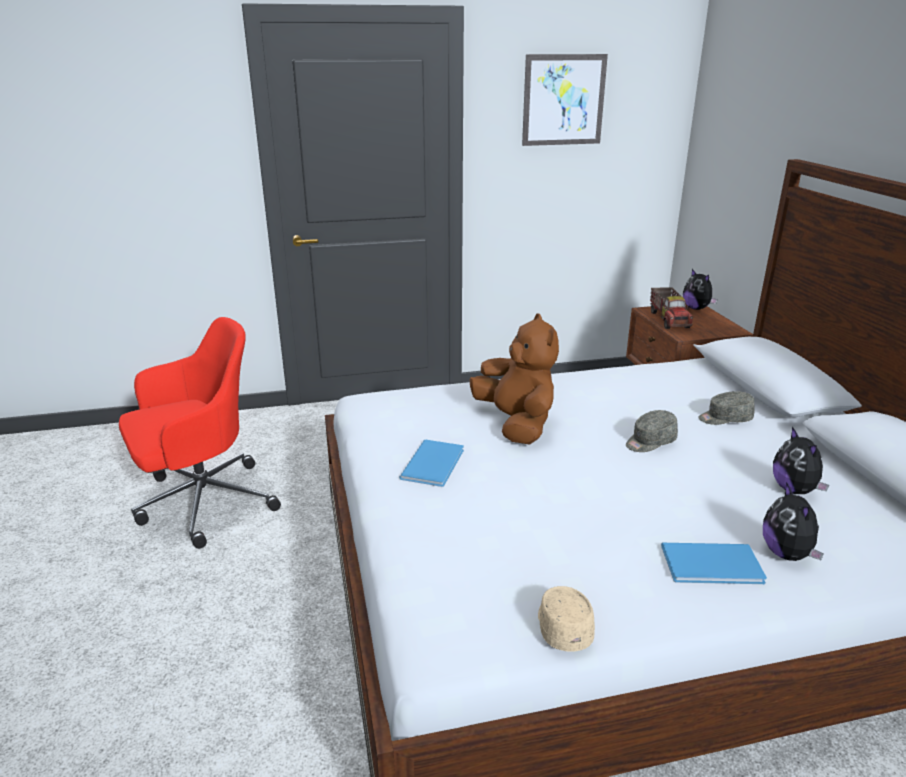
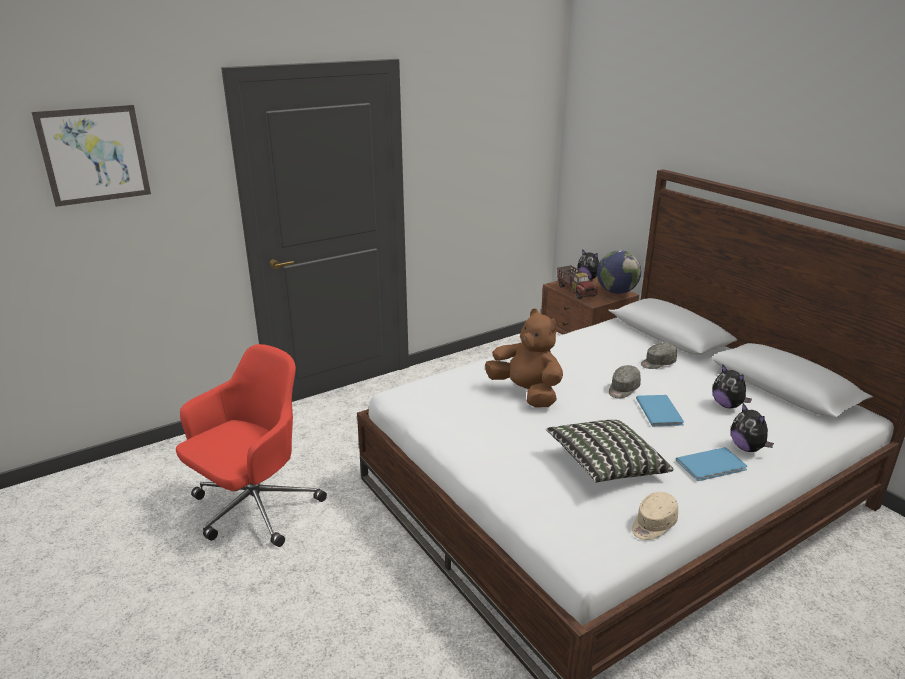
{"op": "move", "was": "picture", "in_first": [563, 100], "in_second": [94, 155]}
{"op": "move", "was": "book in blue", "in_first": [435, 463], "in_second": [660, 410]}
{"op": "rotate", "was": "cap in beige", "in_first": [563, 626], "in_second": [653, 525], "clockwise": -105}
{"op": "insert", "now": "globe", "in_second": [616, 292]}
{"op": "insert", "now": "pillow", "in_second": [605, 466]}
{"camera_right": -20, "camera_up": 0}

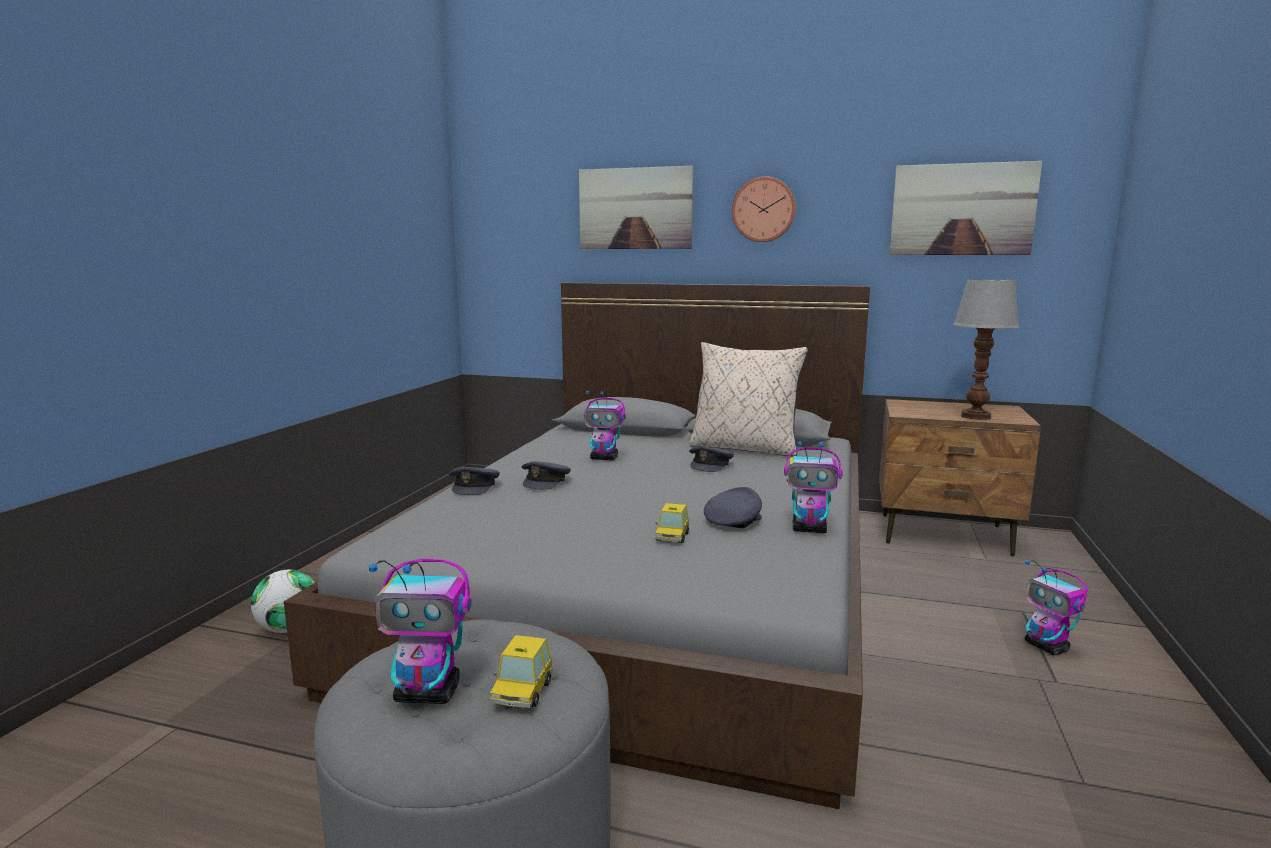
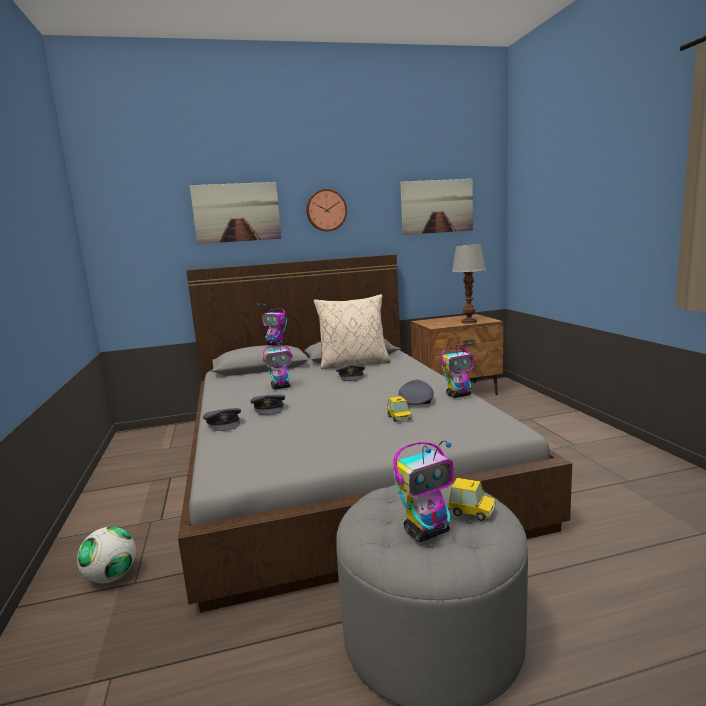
{"op": "move", "was": "toy robot", "in_first": [1047, 647], "in_second": [276, 345]}
{"op": "rotate", "was": "toy car", "in_first": [522, 692], "in_second": [472, 511], "clockwise": -45}
{"camera_right": -30, "camera_up": 0}

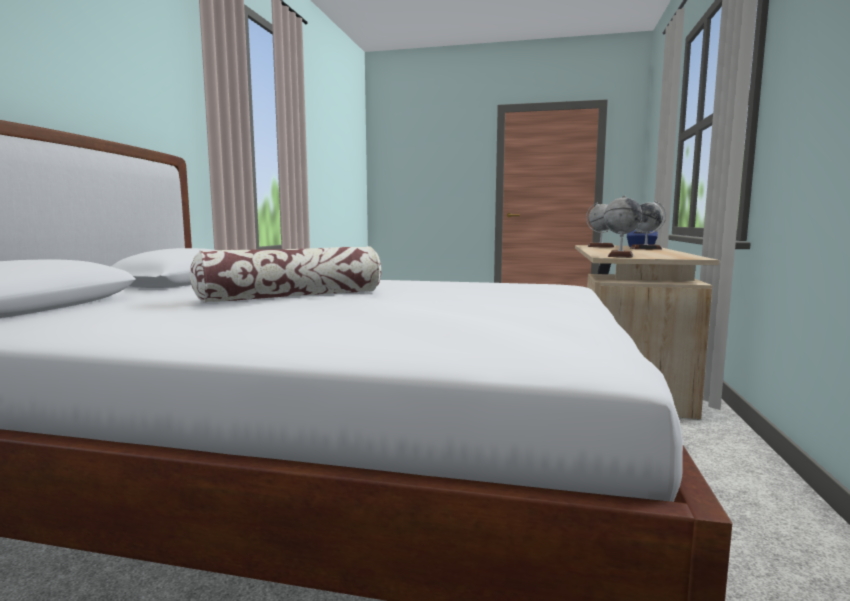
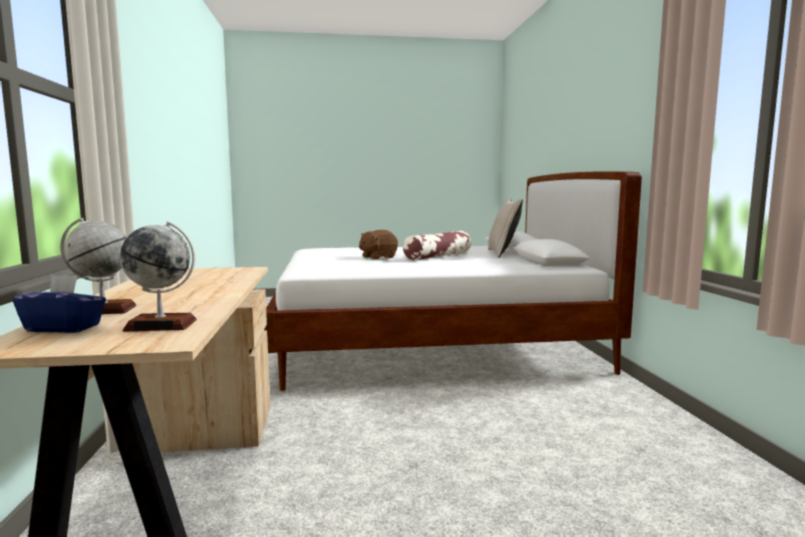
{"op": "delete", "was": "globe", "in_first": [620, 256]}
{"op": "insert", "now": "pillow in beige", "in_second": [503, 254]}
{"op": "insert", "now": "plush toy in brown", "in_second": [378, 257]}
{"camera_right": 160, "camera_up": 0}

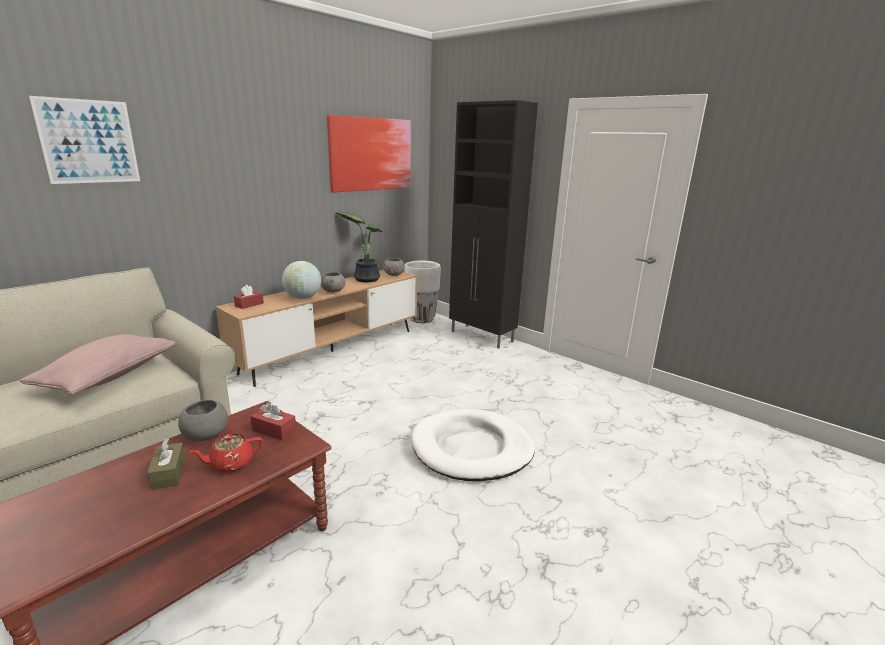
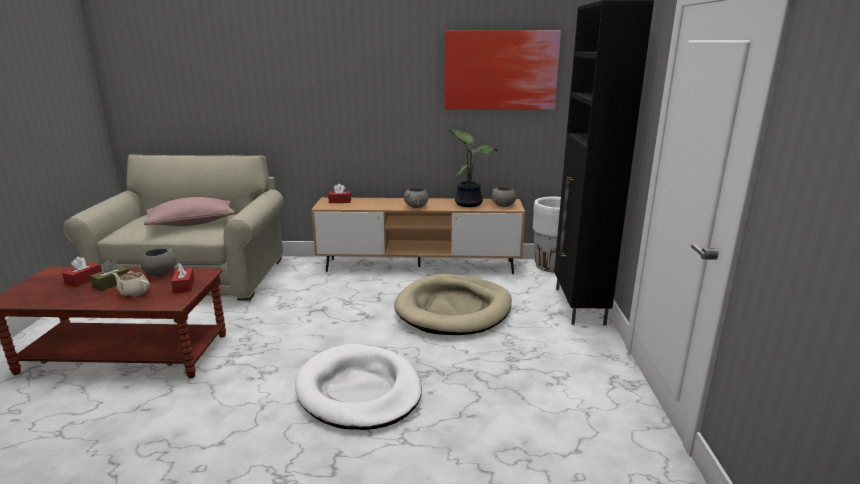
{"op": "delete", "was": "picture", "in_first": [89, 142]}
{"op": "delete", "was": "globe", "in_first": [303, 298]}
{"op": "recolor", "was": "teapot in red", "now": "teapot in beige", "in_first": [231, 463], "in_second": [134, 292]}
{"op": "insert", "now": "tissue box in red", "in_second": [84, 280]}
{"op": "insert", "now": "dog bed in beige", "in_second": [454, 309]}
{"camera_right": 50, "camera_up": 0}

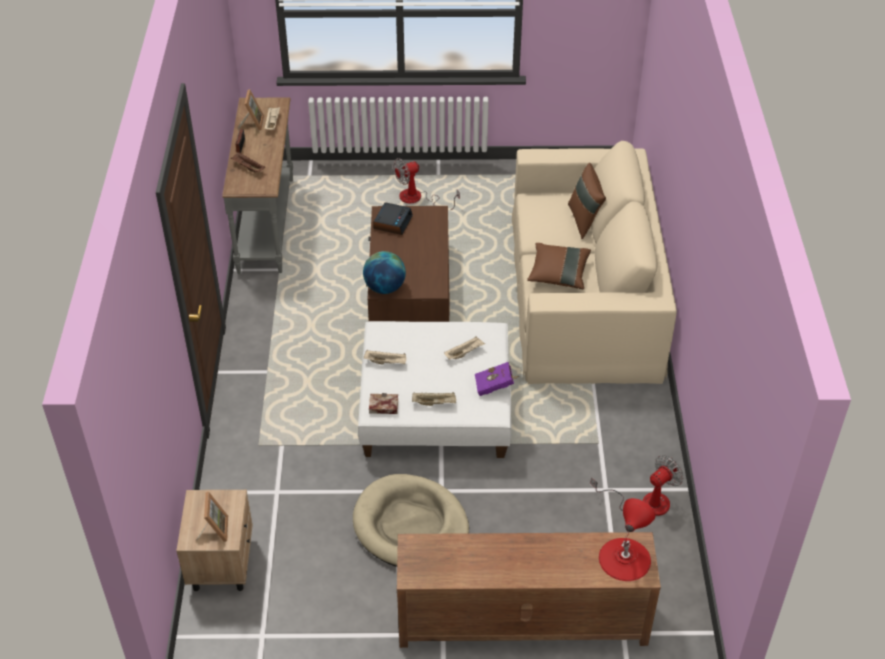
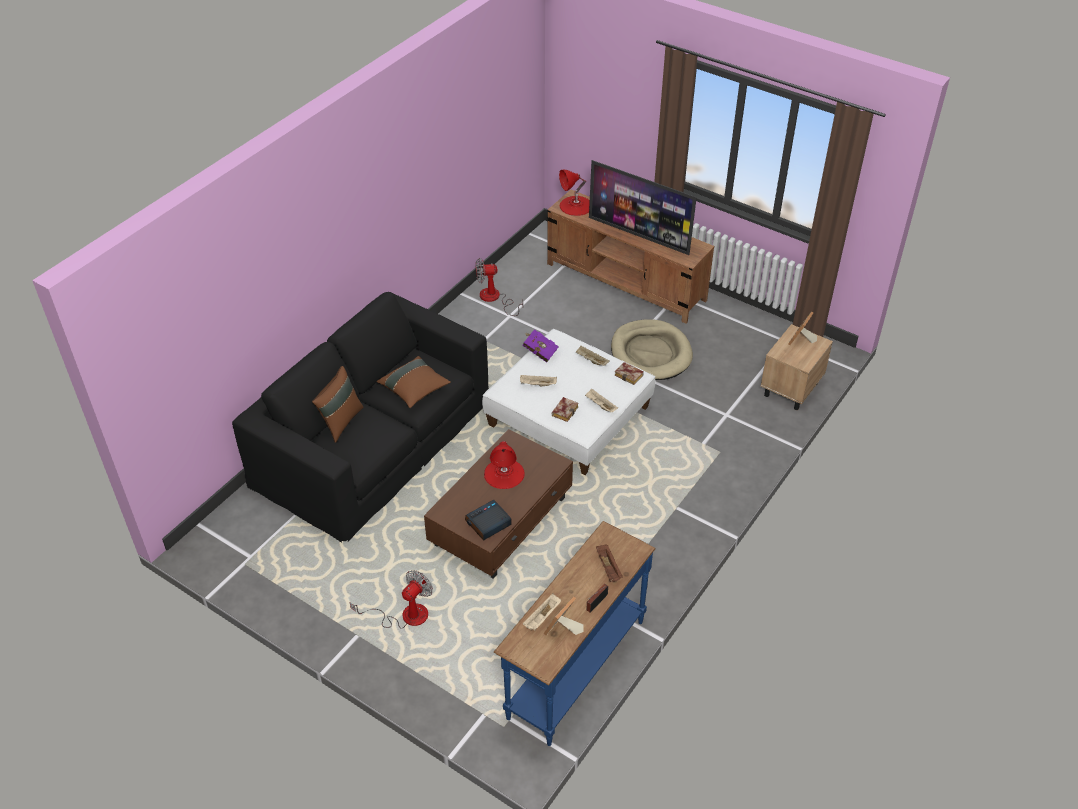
{"op": "recolor", "was": "console table in grey", "now": "console table in blue", "in_first": [267, 225], "in_second": [574, 668]}
{"op": "recolor", "was": "sofa in beige", "now": "sofa in black", "in_first": [584, 295], "in_second": [372, 440]}
{"op": "rotate", "was": "fan", "in_first": [418, 199], "in_second": [405, 615], "clockwise": -60}
{"op": "delete", "was": "globe", "in_first": [384, 288]}
{"op": "insert", "now": "television", "in_second": [639, 235]}
{"op": "insert", "now": "book", "in_second": [564, 410]}
{"op": "insert", "now": "table lamp in red", "in_second": [504, 473]}
{"camera_right": -145, "camera_up": 0}

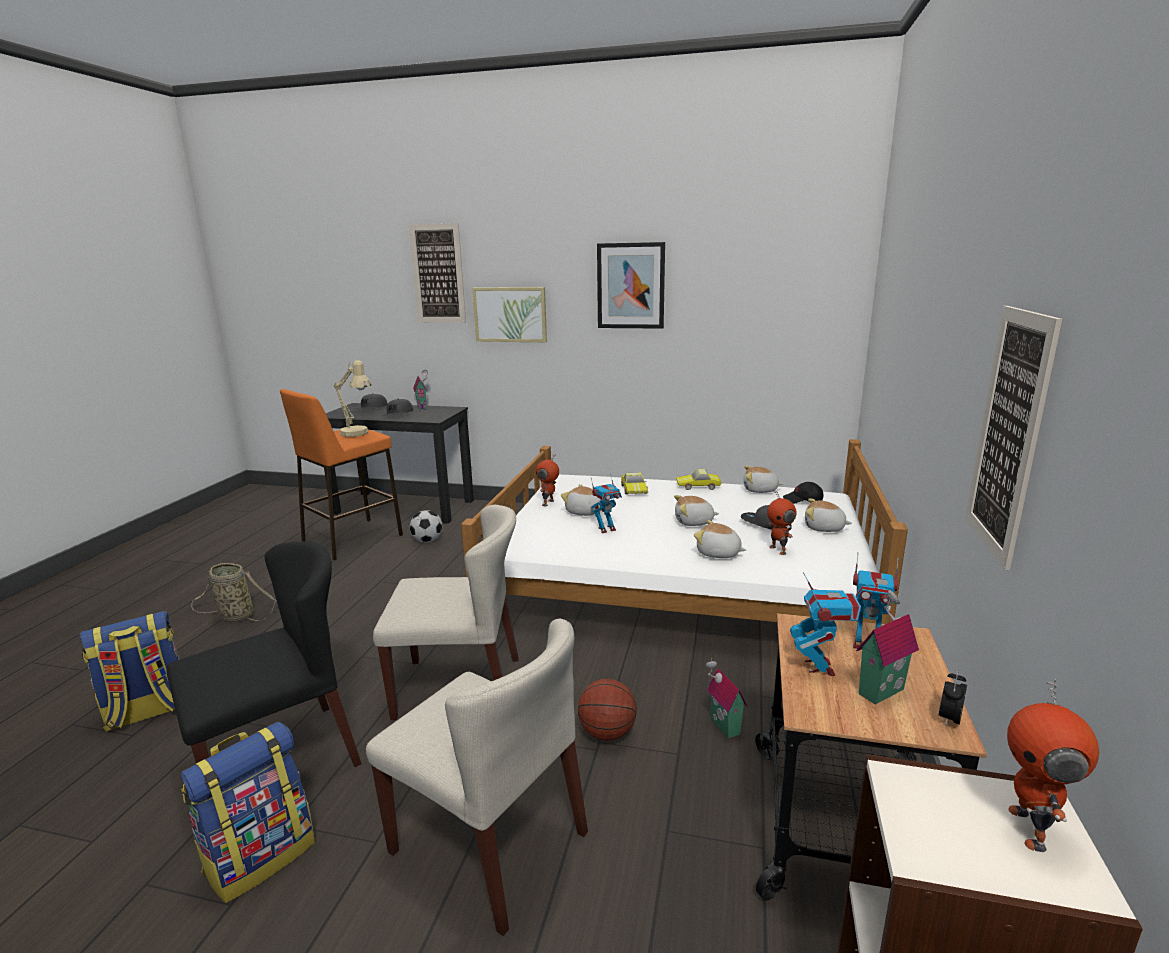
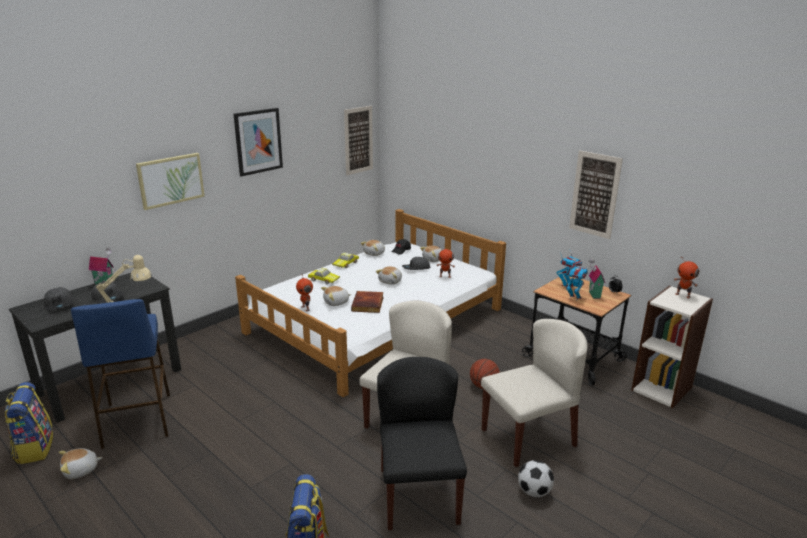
{"op": "move", "was": "picture", "in_first": [438, 274], "in_second": [358, 140]}
{"op": "recolor", "was": "stool in orange", "now": "stool in blue", "in_first": [352, 539], "in_second": [137, 420]}
{"op": "replace", "was": "toy robot", "now": "book", "in_first": [606, 529], "in_second": [368, 304]}
{"op": "move", "was": "football", "in_first": [427, 540], "in_second": [534, 492]}
{"op": "move", "was": "plush toy", "in_first": [718, 553], "in_second": [81, 470]}
{"op": "delete", "was": "basket", "in_first": [235, 616]}
{"op": "delete", "was": "toy house", "in_first": [723, 727]}
{"op": "move", "was": "backpack", "in_first": [261, 856], "in_second": [34, 448]}
{"camera_right": -60, "camera_up": 5}

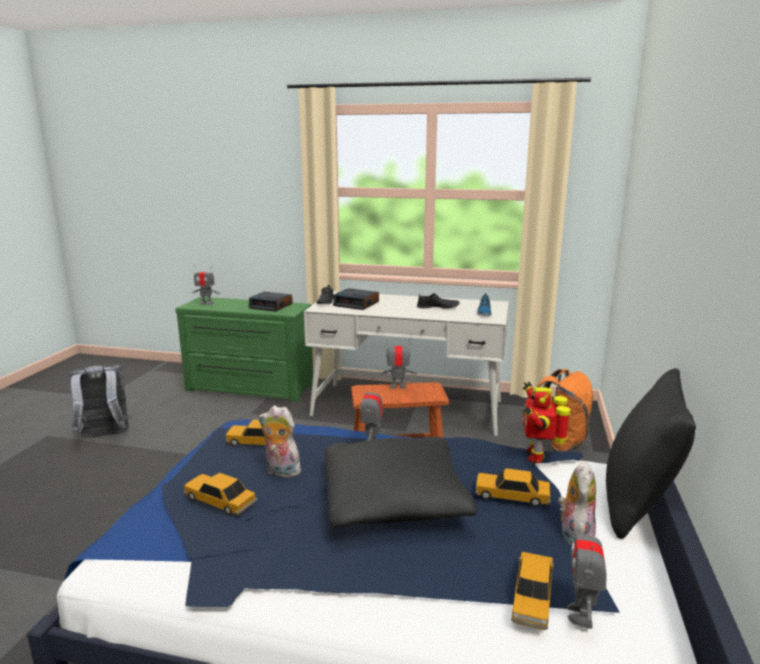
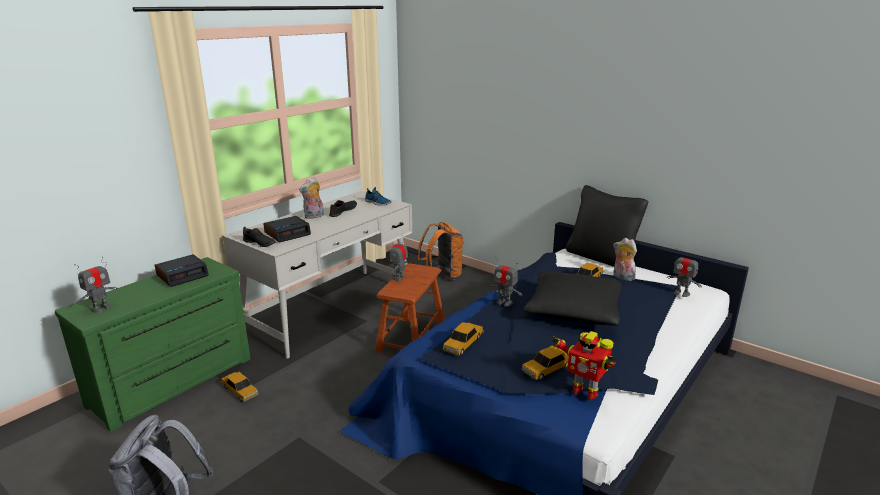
{"op": "move", "was": "toy robot", "in_first": [537, 455], "in_second": [584, 391]}
{"op": "move", "was": "plush toy", "in_first": [280, 471], "in_second": [314, 216]}
{"op": "move", "was": "toy car", "in_first": [532, 597], "in_second": [240, 391]}
{"camera_right": -65, "camera_up": 5}

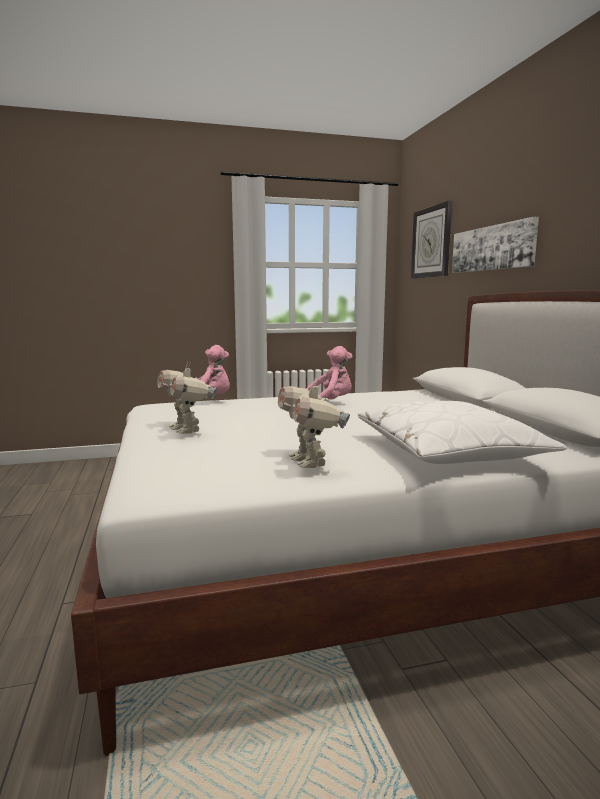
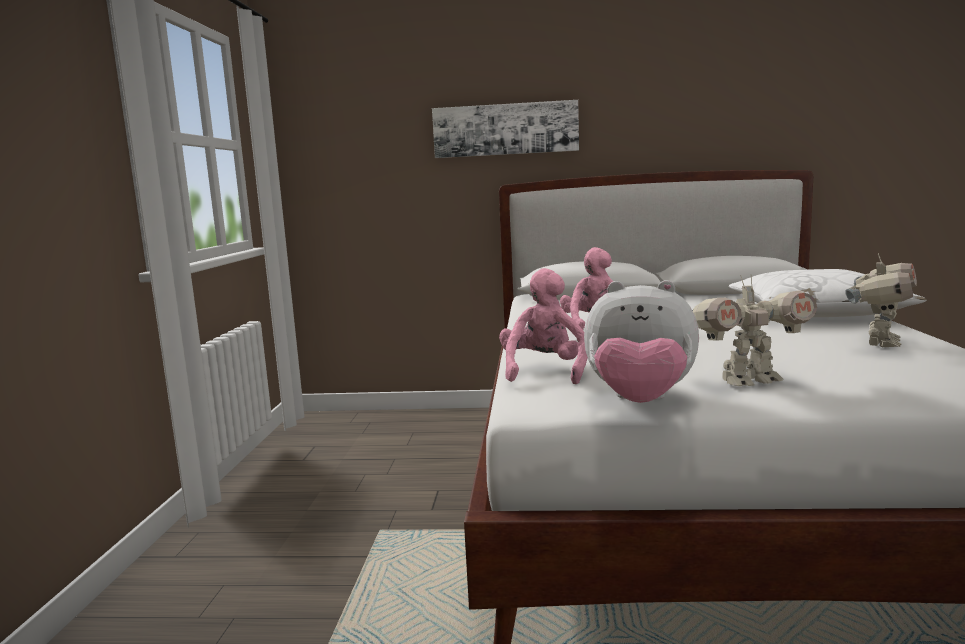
{"op": "delete", "was": "wall clock", "in_first": [431, 242]}
{"op": "rotate", "was": "toy robot", "in_first": [310, 462], "in_second": [879, 343], "clockwise": -60}
{"op": "insert", "now": "plush toy", "in_second": [640, 402]}
{"camera_right": -70, "camera_up": 0}

